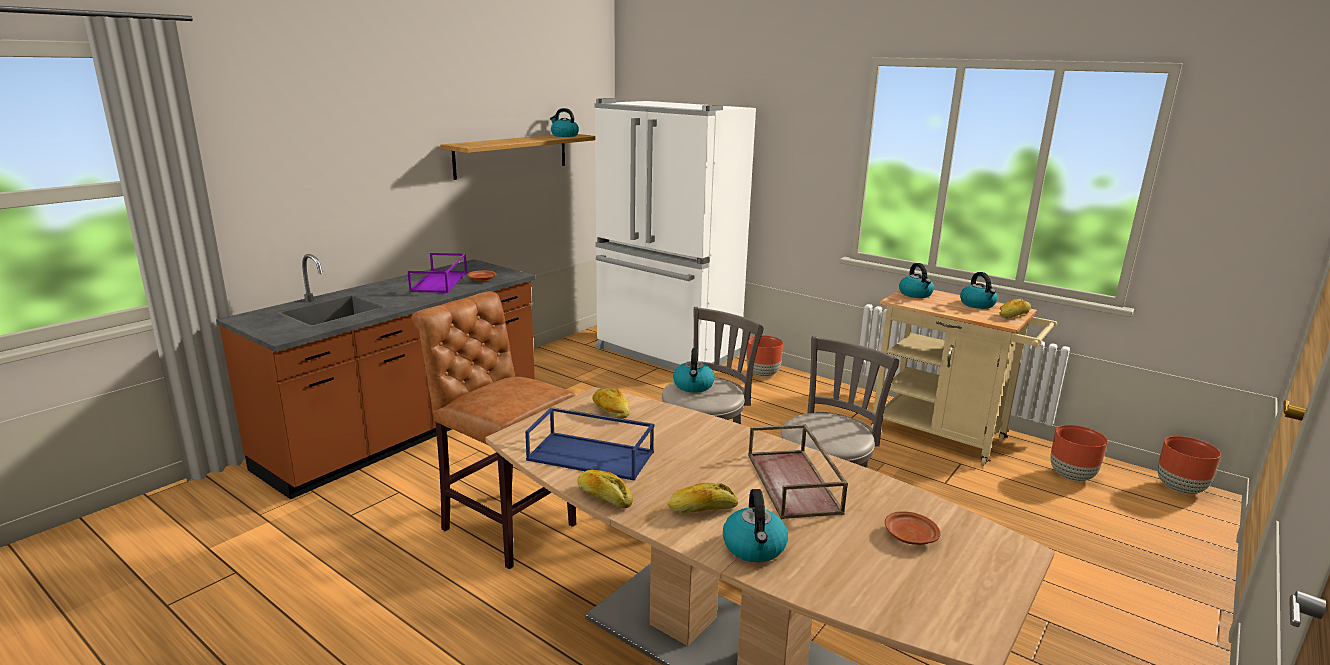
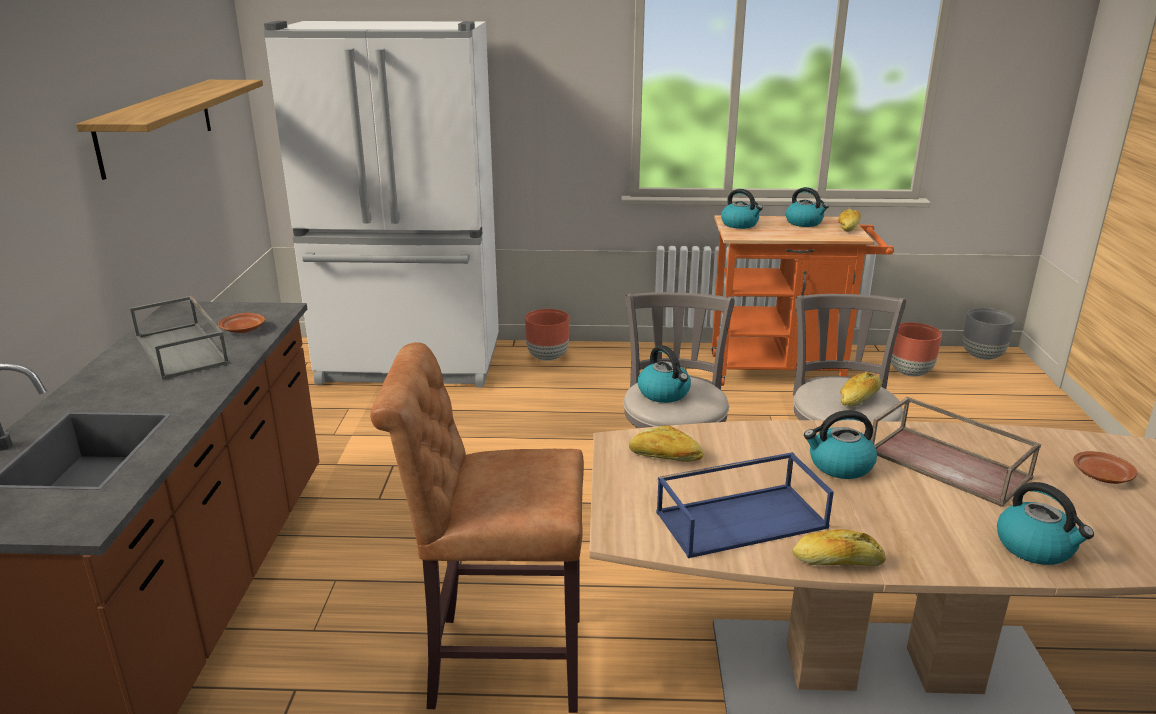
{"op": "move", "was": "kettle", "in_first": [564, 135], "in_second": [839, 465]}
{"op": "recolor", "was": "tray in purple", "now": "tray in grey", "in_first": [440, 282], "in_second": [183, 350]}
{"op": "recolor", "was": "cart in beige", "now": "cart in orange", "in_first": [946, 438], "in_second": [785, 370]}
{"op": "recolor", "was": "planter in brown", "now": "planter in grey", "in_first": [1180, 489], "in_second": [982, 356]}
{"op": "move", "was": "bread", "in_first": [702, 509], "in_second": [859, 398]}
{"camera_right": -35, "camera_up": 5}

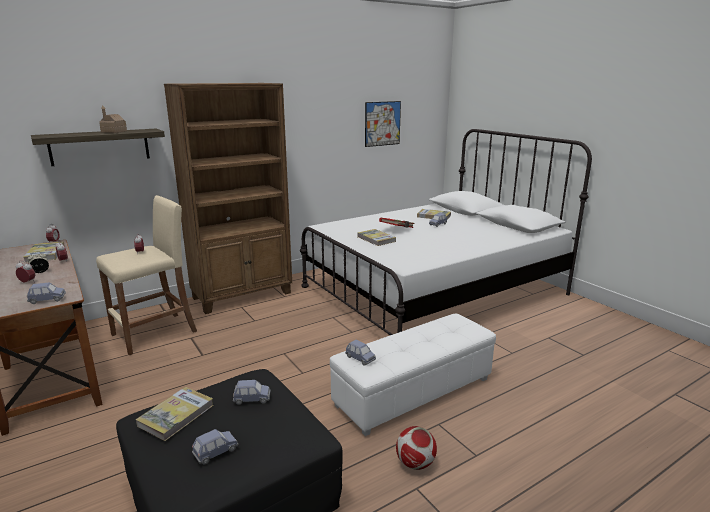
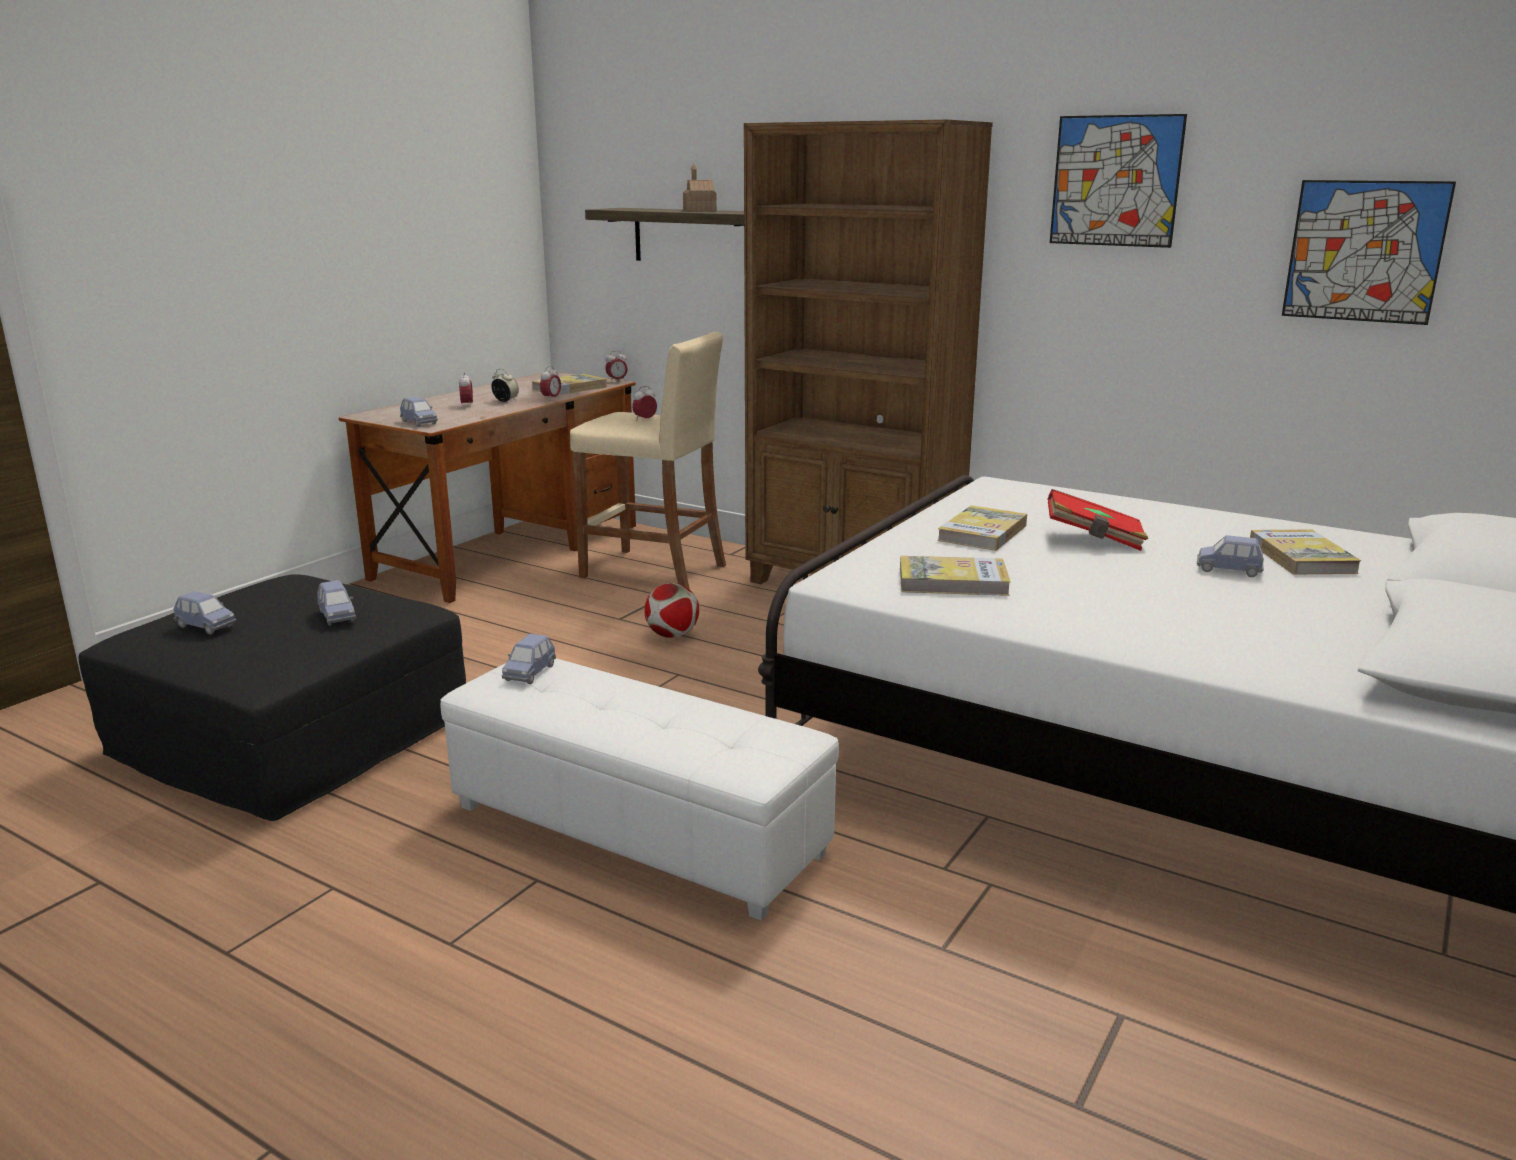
{"op": "move", "was": "book", "in_first": [176, 415], "in_second": [952, 581]}
{"op": "move", "was": "football", "in_first": [415, 463], "in_second": [672, 635]}
{"op": "insert", "now": "picture", "in_second": [1115, 181]}
{"camera_right": 65, "camera_up": 0}

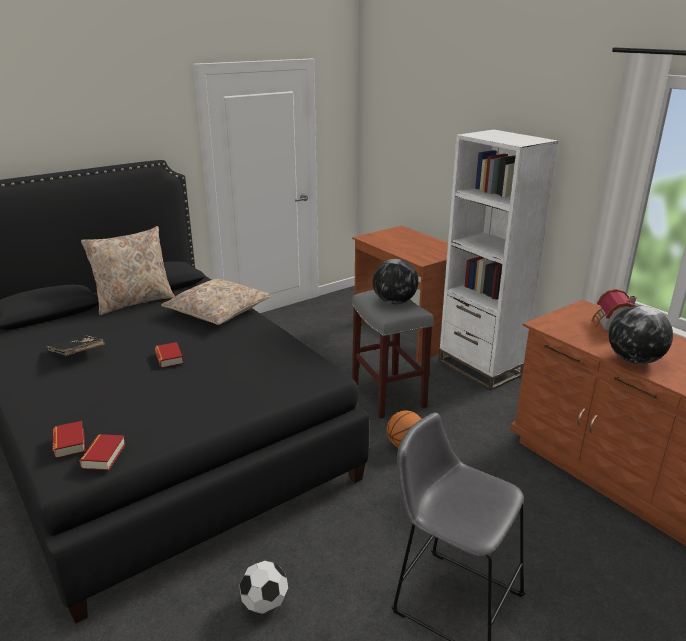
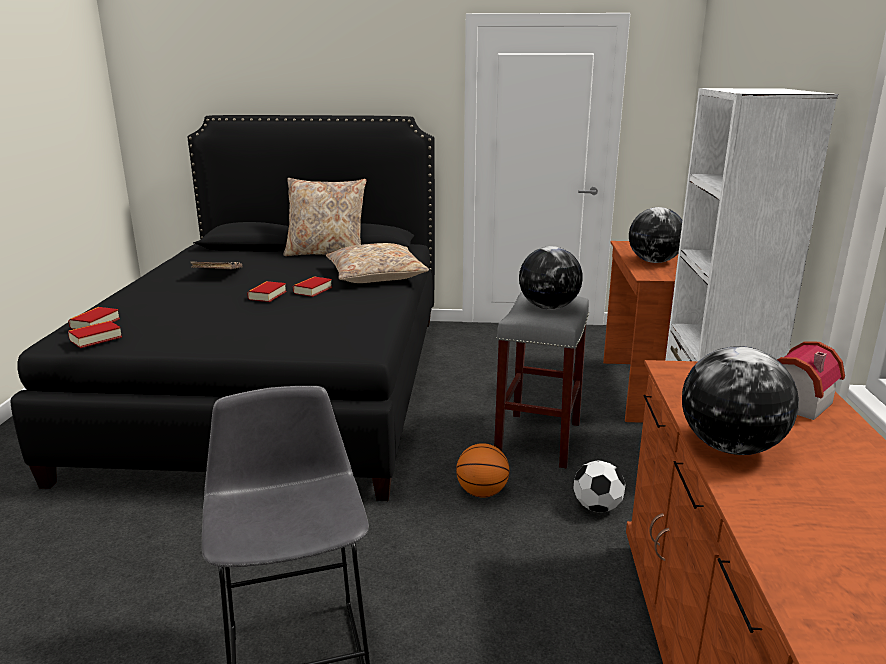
{"op": "move", "was": "football", "in_first": [265, 603], "in_second": [597, 507]}
{"op": "insert", "now": "globe", "in_second": [654, 262]}
{"op": "insert", "now": "book", "in_second": [313, 290]}
{"camera_right": 40, "camera_up": -5}

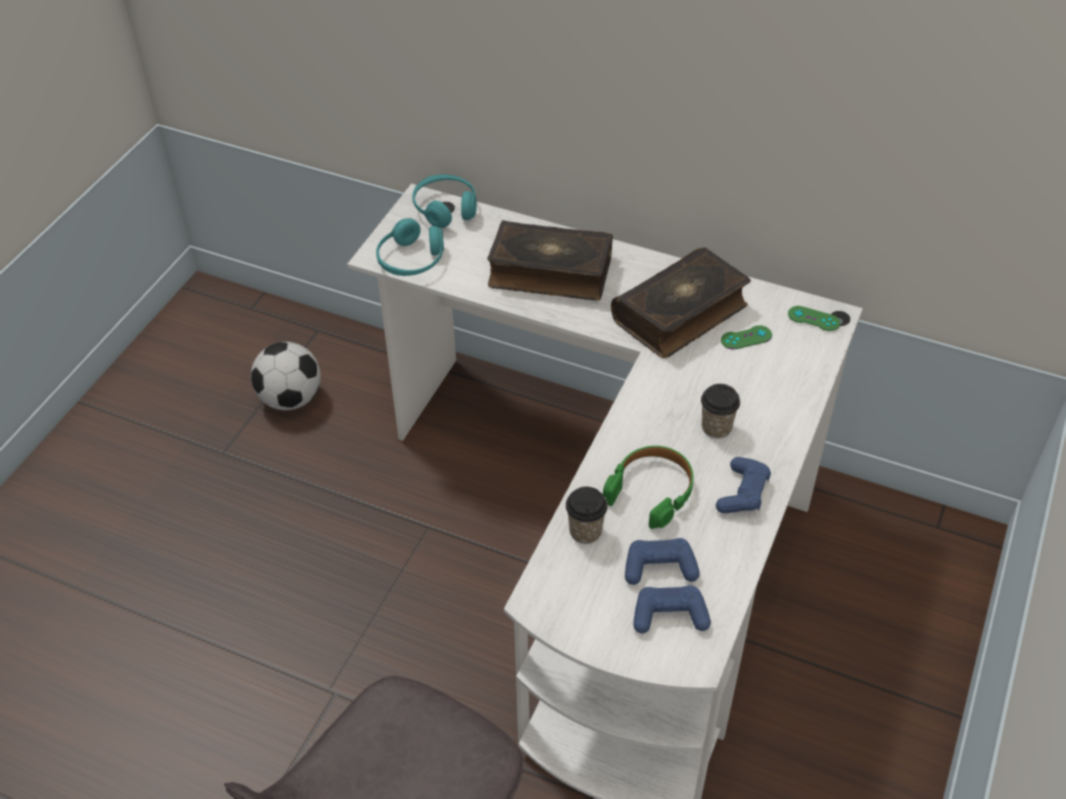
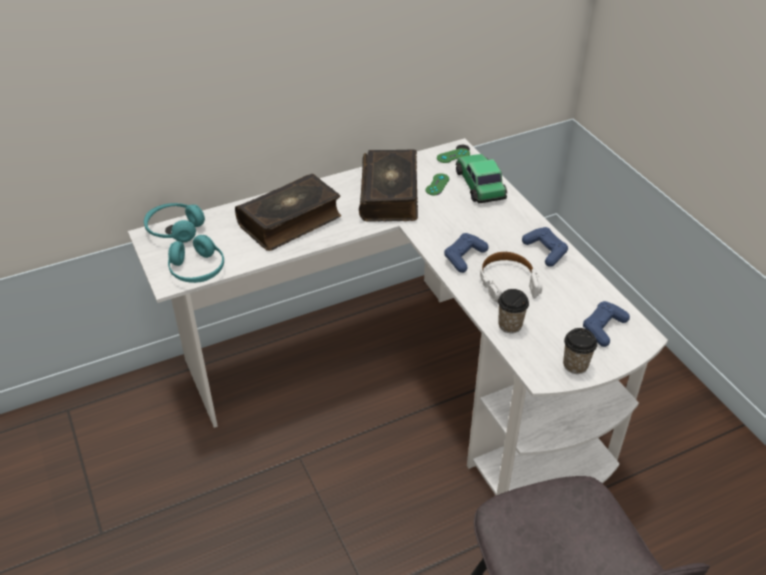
{"op": "delete", "was": "football", "in_first": [291, 399]}
{"op": "move", "was": "cup", "in_first": [716, 428], "in_second": [575, 365]}
{"op": "recolor", "was": "headphones in green", "now": "headphones in white", "in_first": [651, 491], "in_second": [507, 282]}
{"op": "move", "was": "game controller in blue", "in_first": [659, 568], "in_second": [464, 257]}
{"op": "insert", "now": "toy car", "in_second": [480, 184]}
{"camera_right": -50, "camera_up": -5}

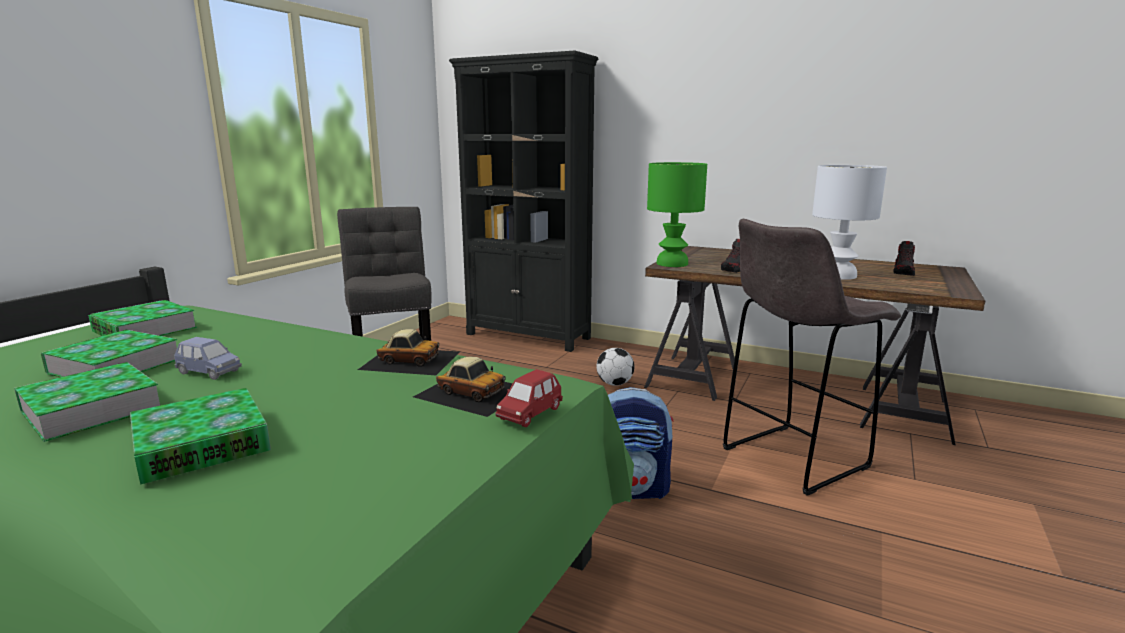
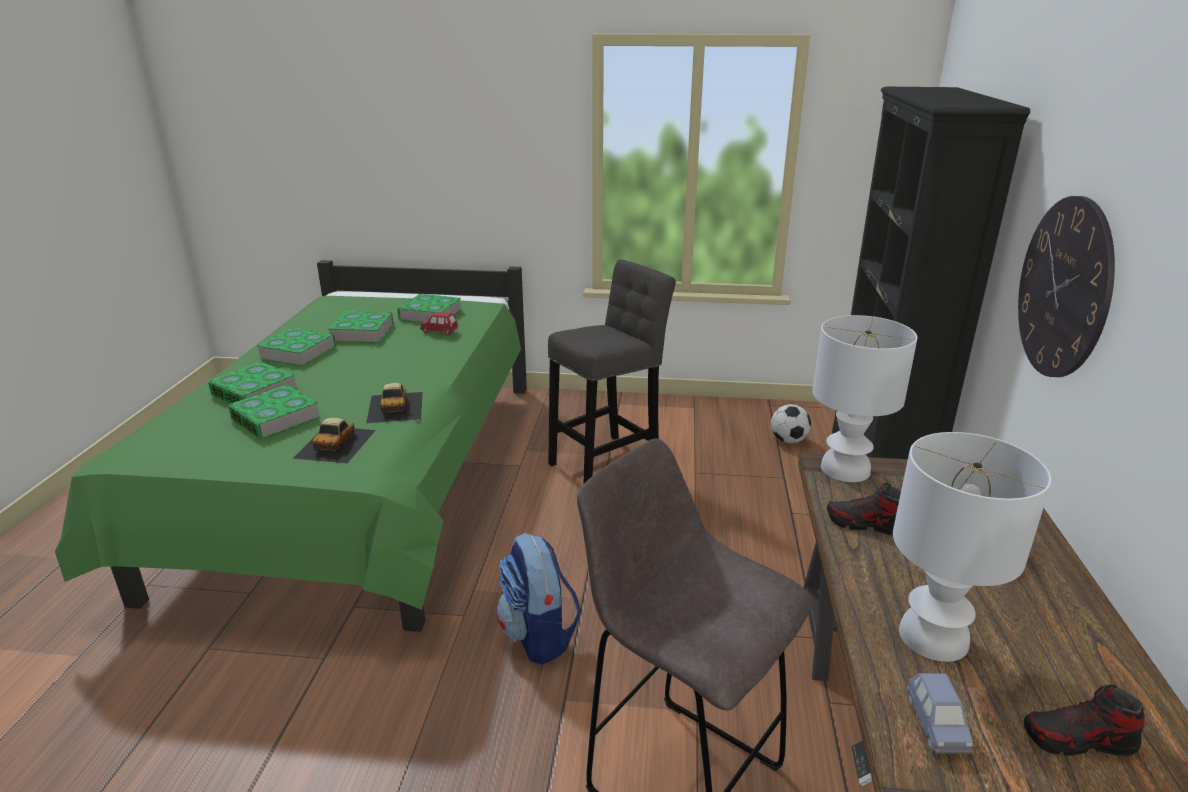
{"op": "recolor", "was": "table lamp in green", "now": "table lamp in white", "in_first": [673, 264], "in_second": [845, 470]}
{"op": "move", "was": "toy car in blue", "in_first": [209, 372], "in_second": [935, 726]}
{"op": "move", "was": "football", "in_first": [614, 384], "in_second": [788, 440]}
{"op": "move", "was": "toy car in red", "in_first": [530, 414], "in_second": [439, 331]}
{"op": "insert", "now": "wall clock", "in_second": [1064, 288]}
{"op": "insert", "now": "book", "in_second": [275, 418]}
{"camera_right": 70, "camera_up": 10}

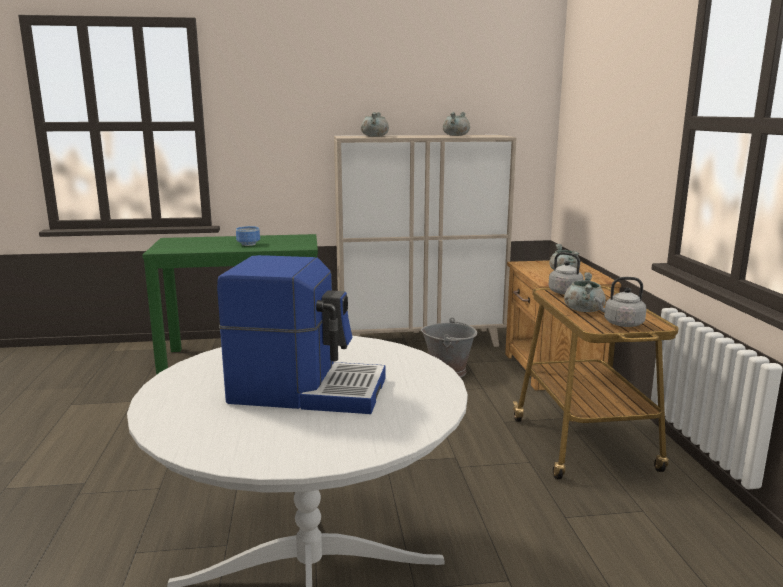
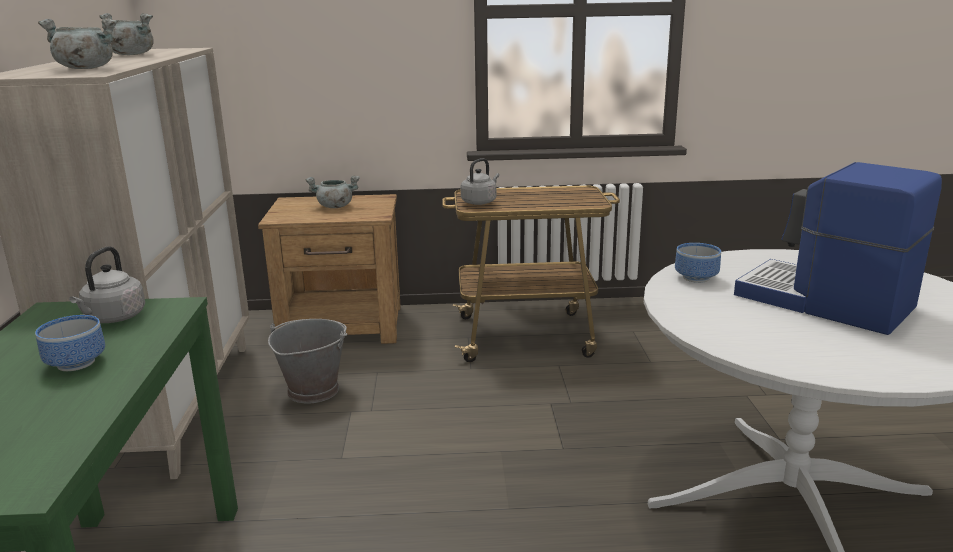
{"op": "rotate", "was": "coffee machine", "in_first": [307, 390], "in_second": [824, 302], "clockwise": -60}
{"op": "delete", "was": "cooking pot in grey", "in_first": [583, 310]}
{"op": "move", "was": "kettle in grey", "in_first": [621, 324], "in_second": [113, 318]}
{"op": "insert", "now": "bowl", "in_second": [696, 277]}
{"camera_right": -85, "camera_up": 5}

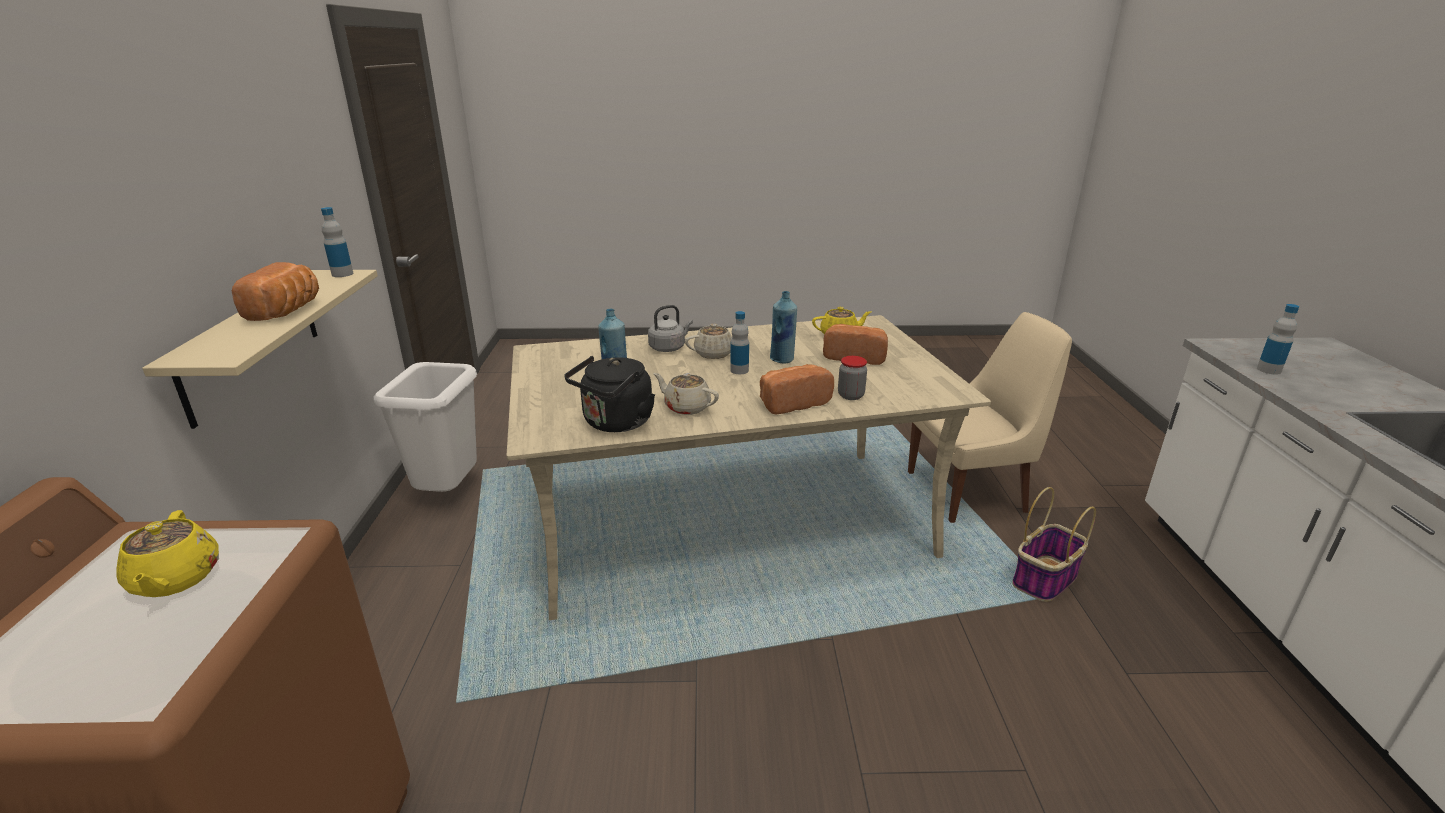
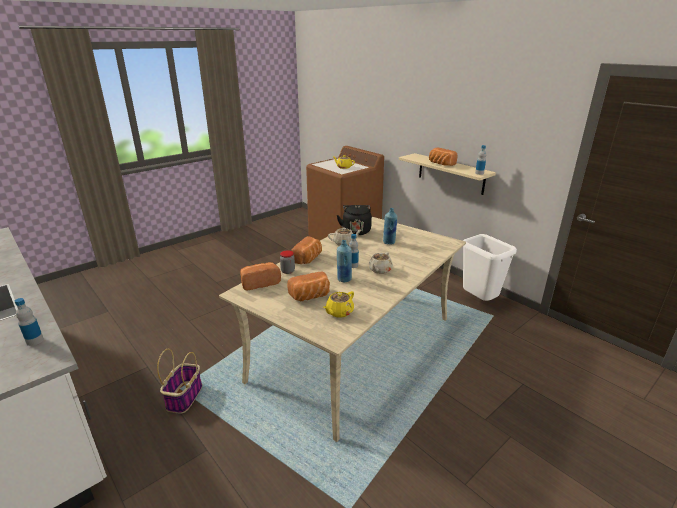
{"op": "delete", "was": "kettle in grey", "in_first": [669, 348]}
{"op": "delete", "was": "chair in beige", "in_first": [970, 491]}
{"op": "insert", "now": "bread", "in_second": [260, 283]}
{"camera_right": 140, "camera_up": 0}

